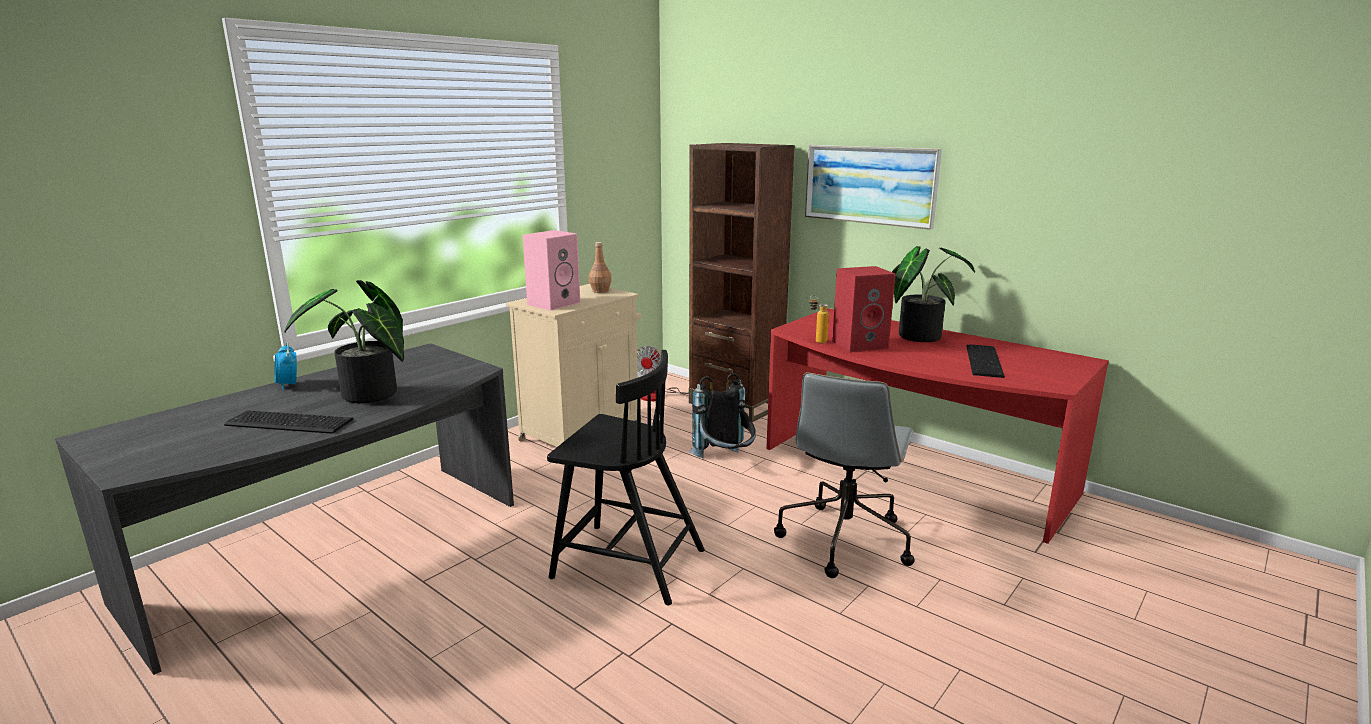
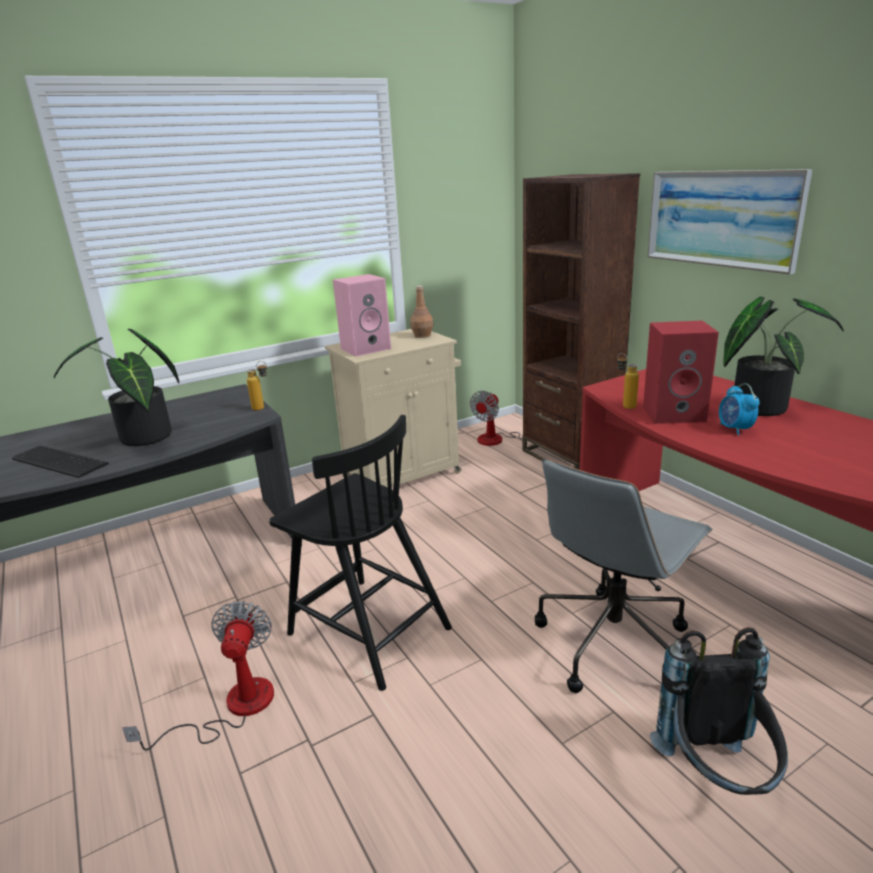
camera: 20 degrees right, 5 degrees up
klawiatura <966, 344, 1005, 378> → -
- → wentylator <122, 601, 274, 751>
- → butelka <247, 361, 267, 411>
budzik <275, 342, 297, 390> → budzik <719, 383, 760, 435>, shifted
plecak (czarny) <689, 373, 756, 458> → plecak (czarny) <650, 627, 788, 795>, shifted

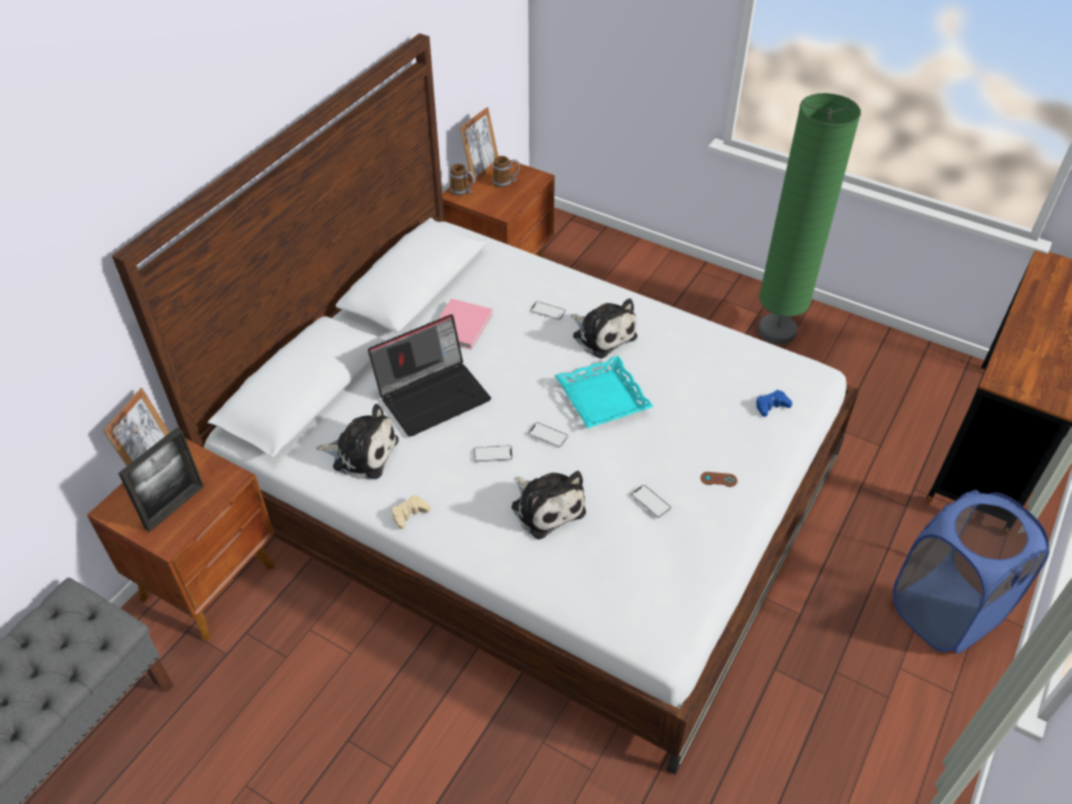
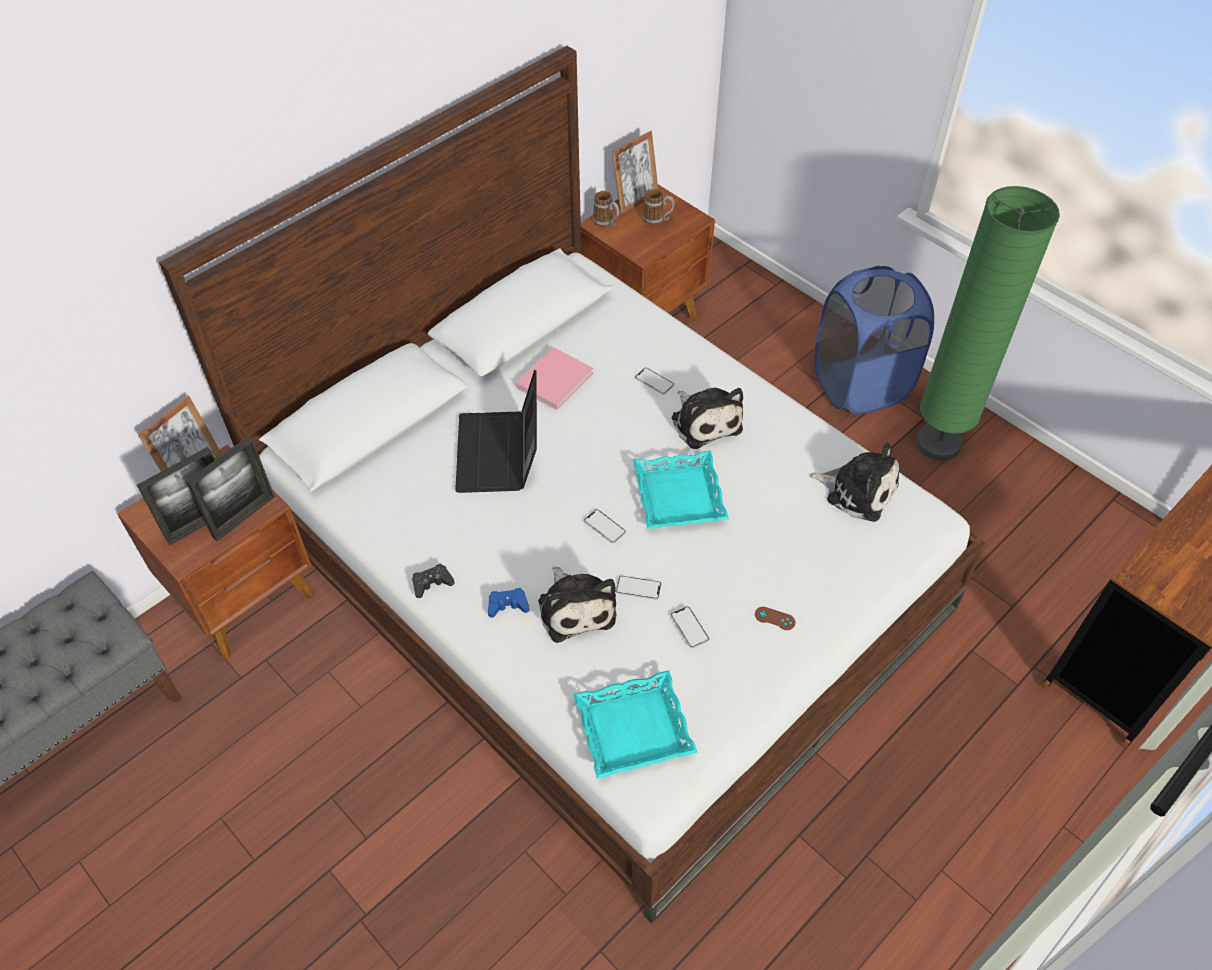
camera: 15 degrees right, 5 degrees up
- → ramka na zdjęcie <186, 437, 275, 541>
- → taca (turkusowy) <573, 670, 698, 779>
pluszak <316, 404, 399, 479> → pluszak <809, 443, 899, 522>, shifted
telefon <474, 445, 513, 462> → telefon <616, 576, 662, 600>, shifted
pad do gier (niebieski) <756, 390, 792, 417> → pad do gier (niebieski) <488, 588, 530, 618>, shifted
kosz na pranie (niebieski) <893, 490, 1049, 654> → kosz na pranie (niebieski) <815, 265, 934, 415>, shifted
pad do gier (beżowy) <392, 495, 431, 529> → pad do gier (czarny) <412, 563, 454, 598>
laptop <368, 314, 491, 437> → laptop <455, 369, 537, 493>, 105 degrees clockwise

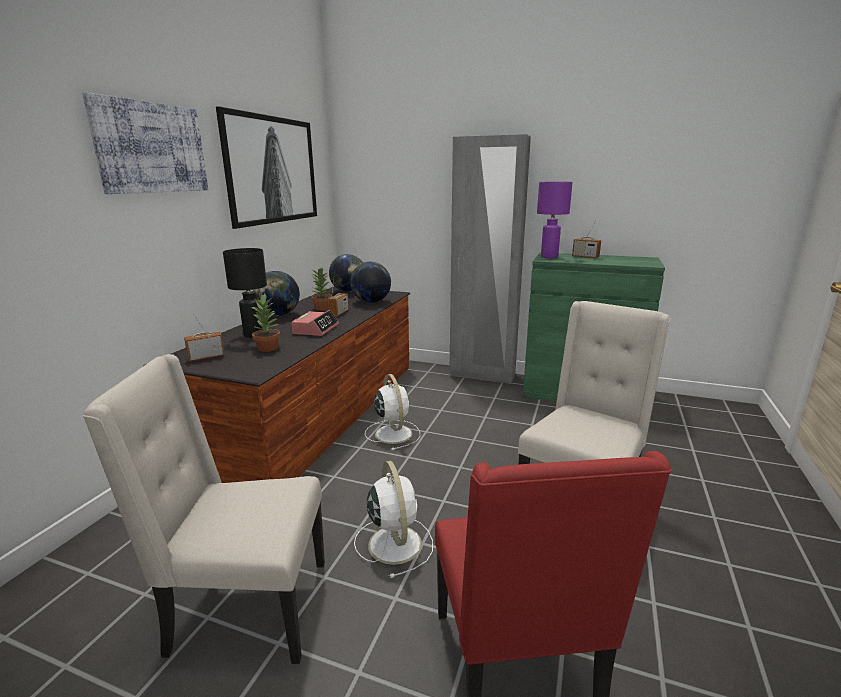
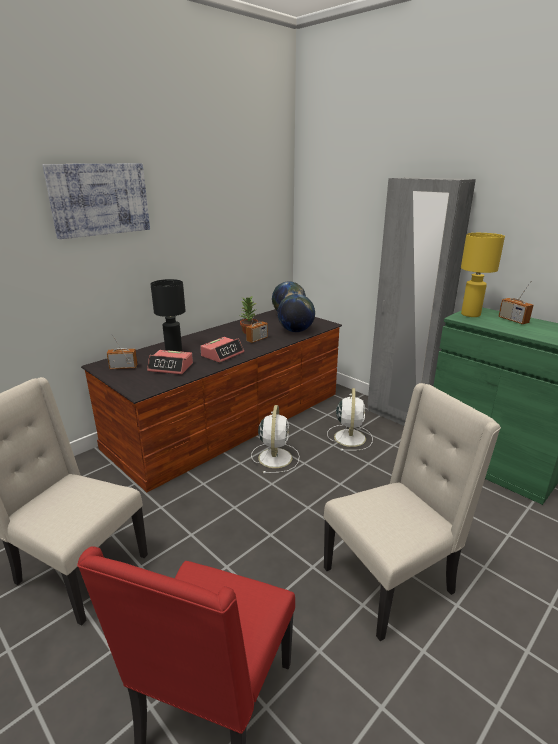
camera: 25 degrees right, 5 degrees up
obraz <216, 106, 317, 229> → -
globus <253, 271, 300, 316> → -
wentylator (biały) <354, 461, 433, 578> → wentylator (biały) <327, 388, 373, 451>, shifted
roślina doniczkowa <251, 294, 280, 352> → budzik <147, 350, 193, 374>
lampa stołowa (fioletowy) <537, 182, 573, 258> → lampa stołowa (żółty) <461, 233, 505, 317>

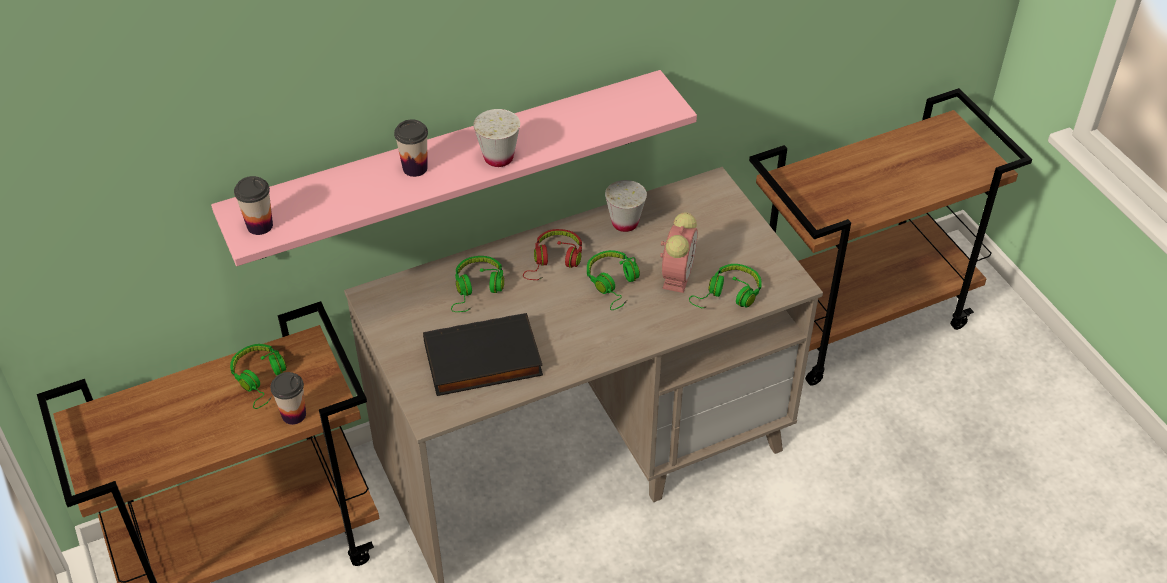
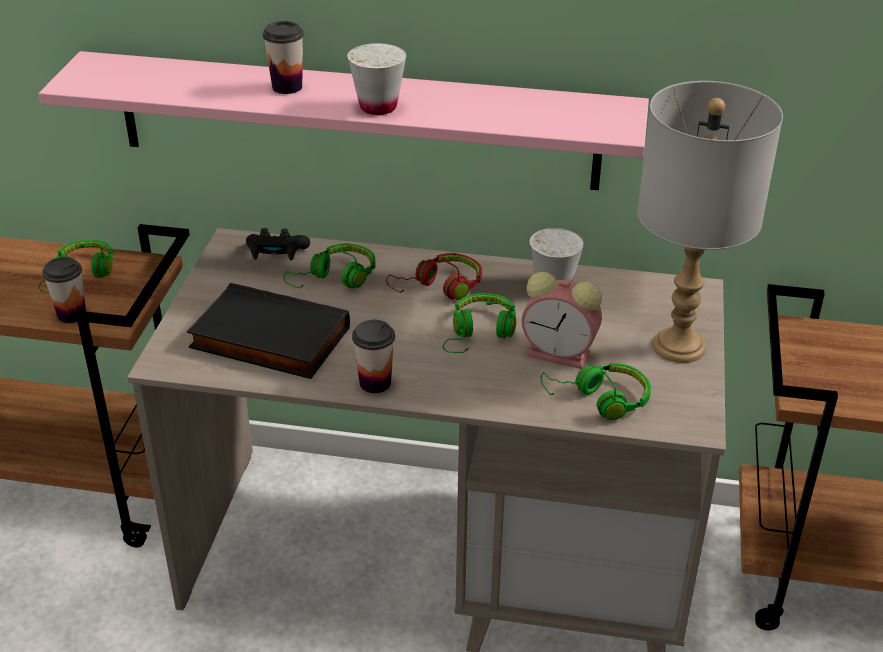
camera: 35 degrees right, 10 degrees down
- → pad do gier (czarny) <246, 228, 310, 261>
- → lampa stołowa (szary) <637, 81, 783, 363>
filiżanka <234, 176, 273, 235> → filiżanka <352, 320, 395, 393>, shifted
budzik <660, 212, 698, 293> → budzik <521, 272, 602, 369>, 60 degrees clockwise

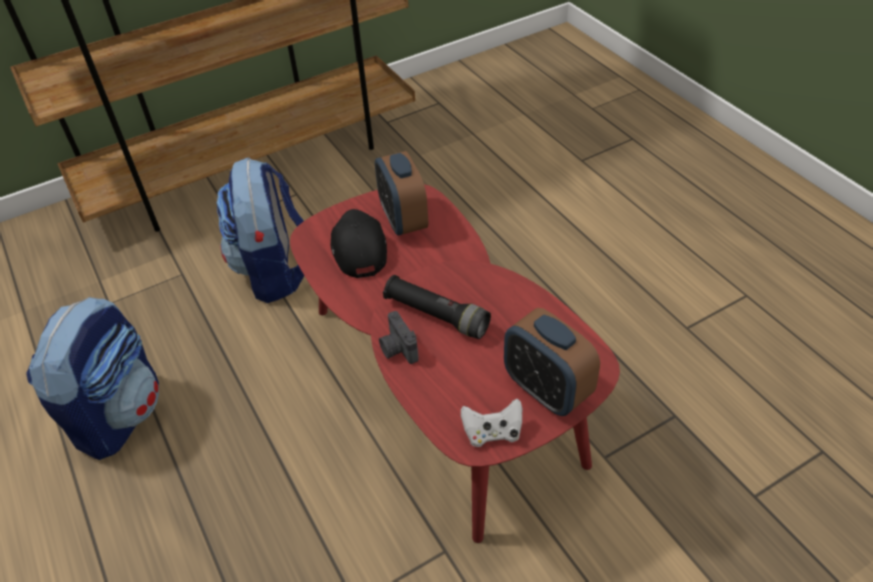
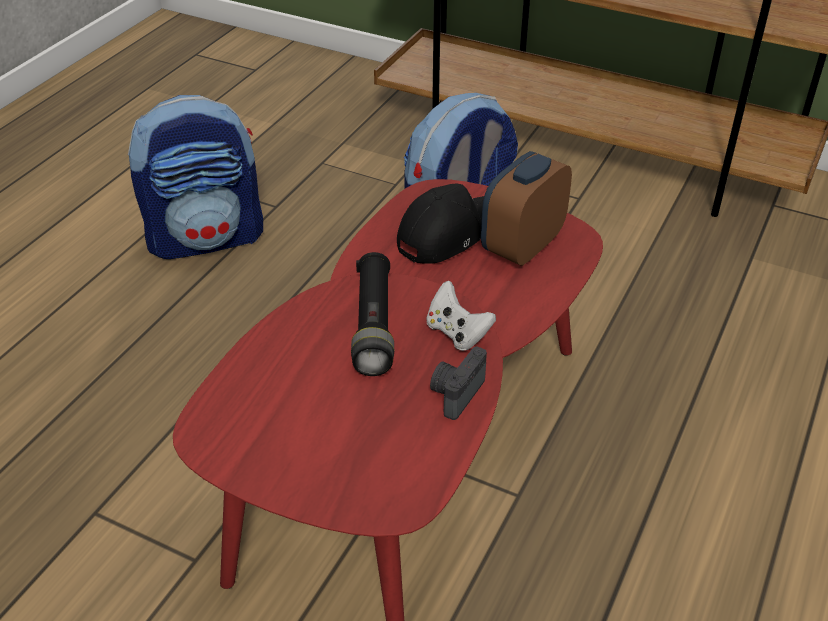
camera: 55 degrees right, 5 degrees down
budzik <504, 308, 600, 416> → -
aparat fotograficzny <379, 311, 419, 364> → aparat fotograficzny <430, 347, 487, 420>, shifted
pad do gier (biały) <461, 399, 522, 447> → pad do gier (biały) <426, 281, 496, 351>, shifted

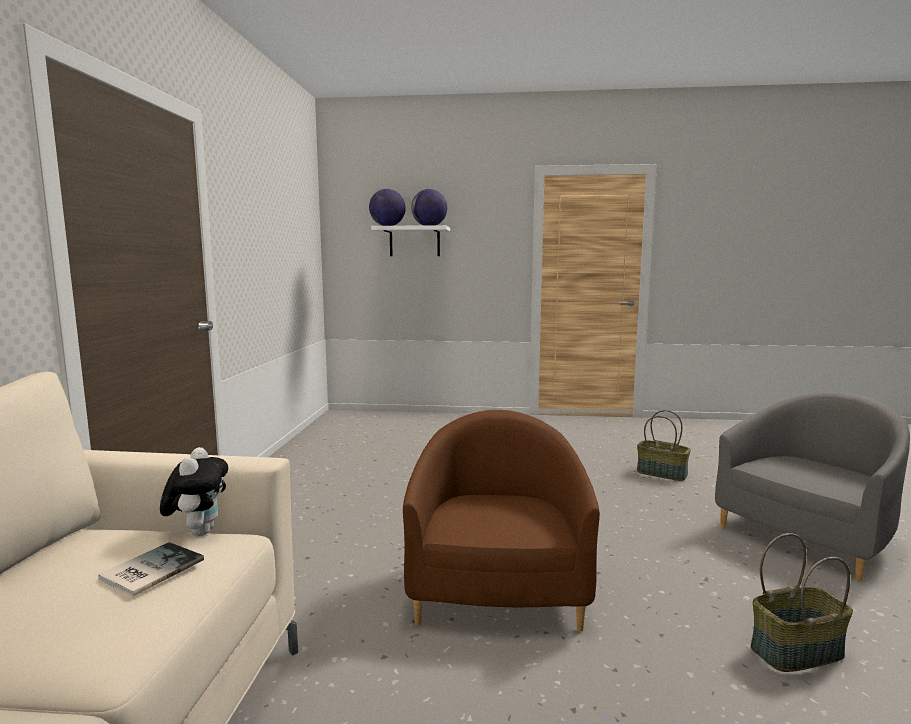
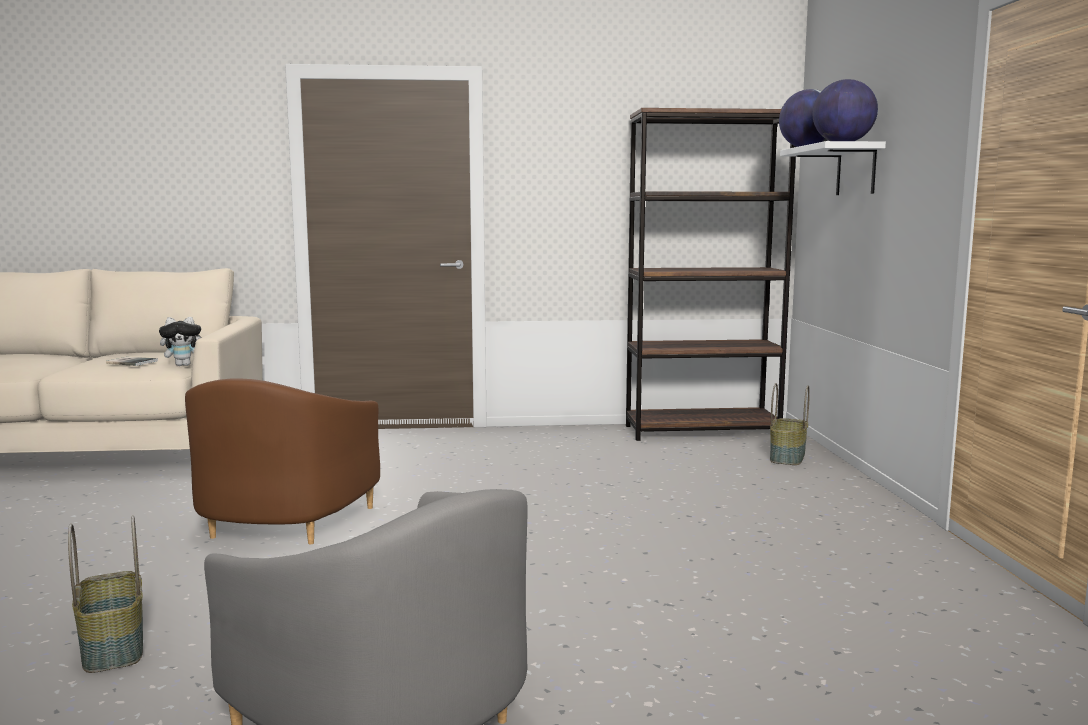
camera: 80 degrees right, 0 degrees up
- → regał (brązowy) <626, 108, 796, 441>
koszyk <637, 410, 691, 481> → koszyk <770, 383, 810, 465>, shifted
fotel (brązowy) <403, 410, 600, 632> → fotel (brązowy) <185, 378, 380, 544>, 105 degrees clockwise

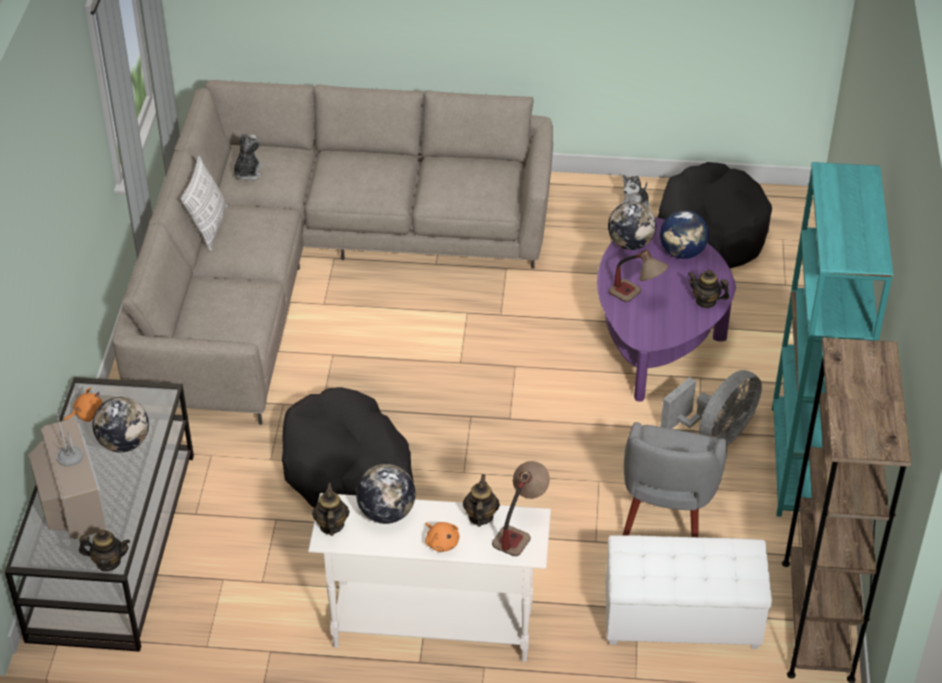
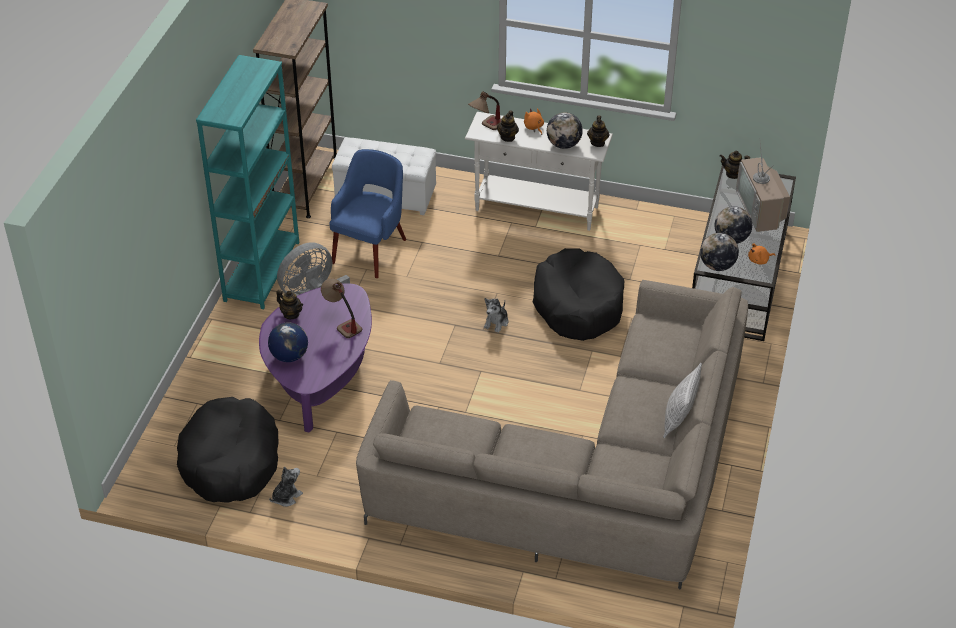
camera: 170 degrees left, 0 degrees up
pluszak <233, 133, 263, 181> → pluszak <484, 298, 509, 333>, shifted
globus <608, 202, 656, 250> → globus <700, 233, 739, 271>, shifted
fotel (szary) <623, 422, 727, 537> → fotel (niebieski) <329, 149, 406, 278>

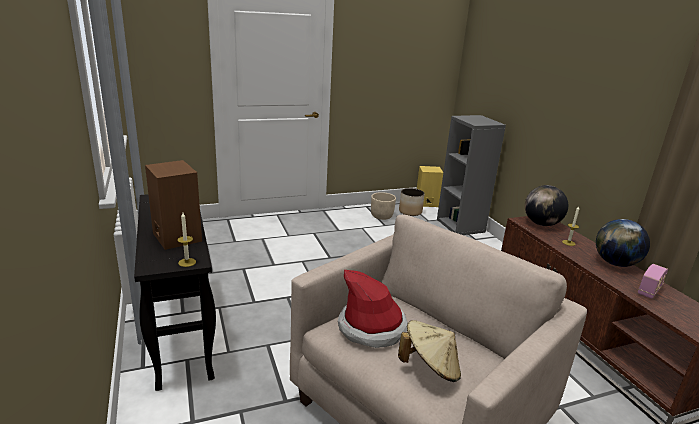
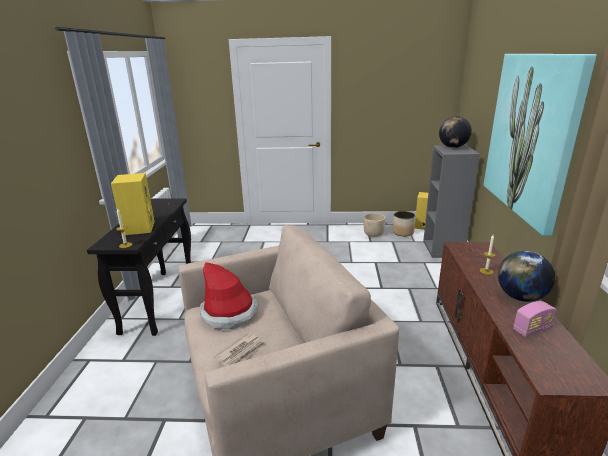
camera: 25 degrees right, 0 degrees up
- → obraz <483, 54, 597, 236>
globus <525, 185, 568, 226> → globus <439, 116, 472, 148>, shifted
kapelusz (beżowy) <398, 320, 461, 382> → gazeta <214, 333, 266, 366>
głośnik (brązowy) <145, 160, 202, 250> → głośnik (żółty) <111, 173, 155, 235>

